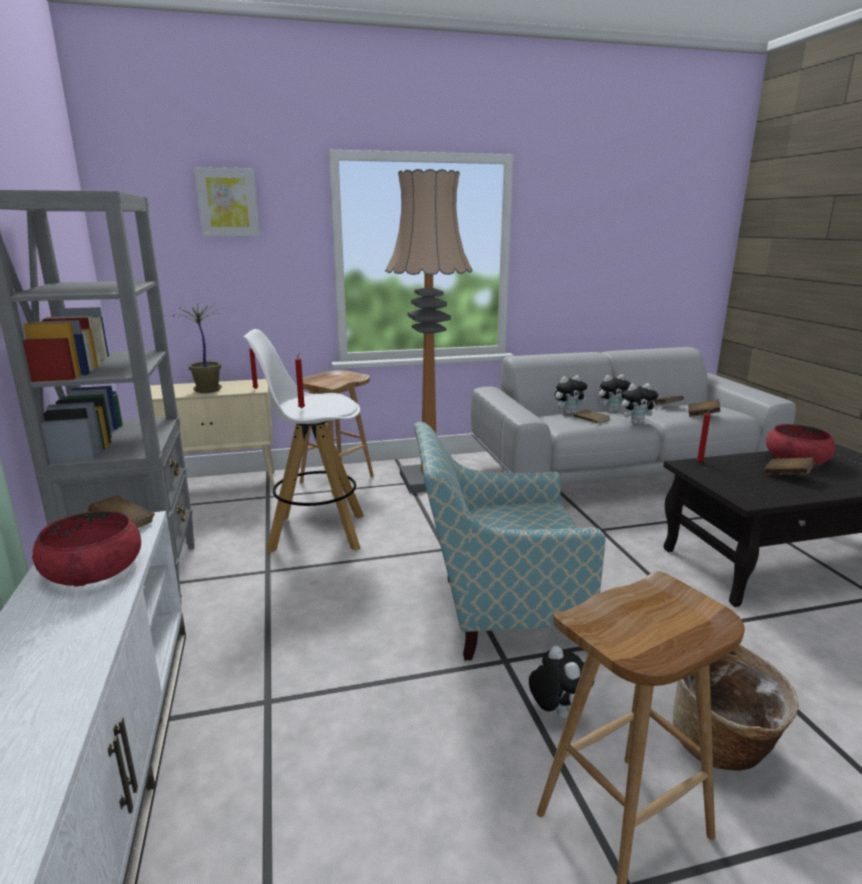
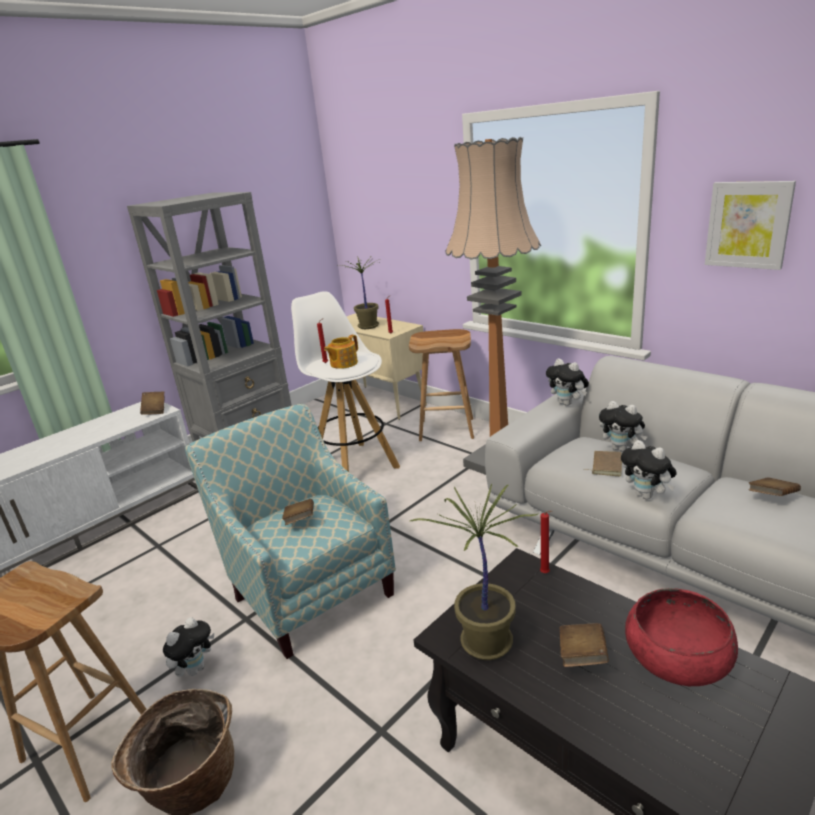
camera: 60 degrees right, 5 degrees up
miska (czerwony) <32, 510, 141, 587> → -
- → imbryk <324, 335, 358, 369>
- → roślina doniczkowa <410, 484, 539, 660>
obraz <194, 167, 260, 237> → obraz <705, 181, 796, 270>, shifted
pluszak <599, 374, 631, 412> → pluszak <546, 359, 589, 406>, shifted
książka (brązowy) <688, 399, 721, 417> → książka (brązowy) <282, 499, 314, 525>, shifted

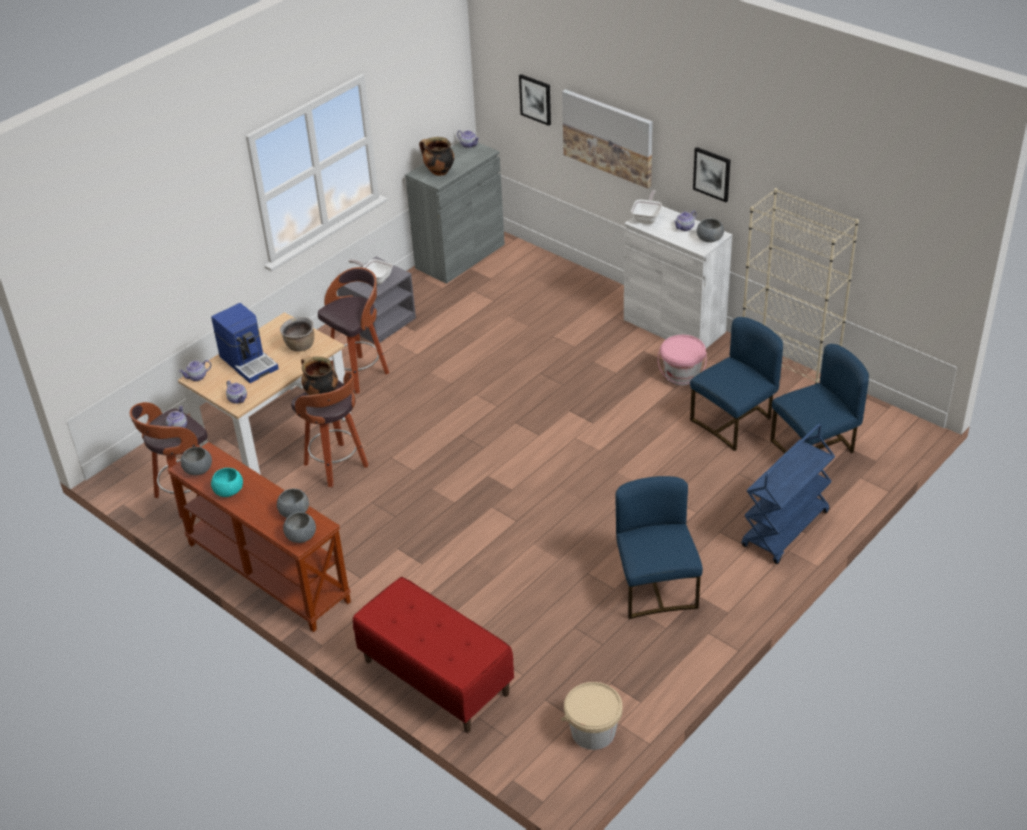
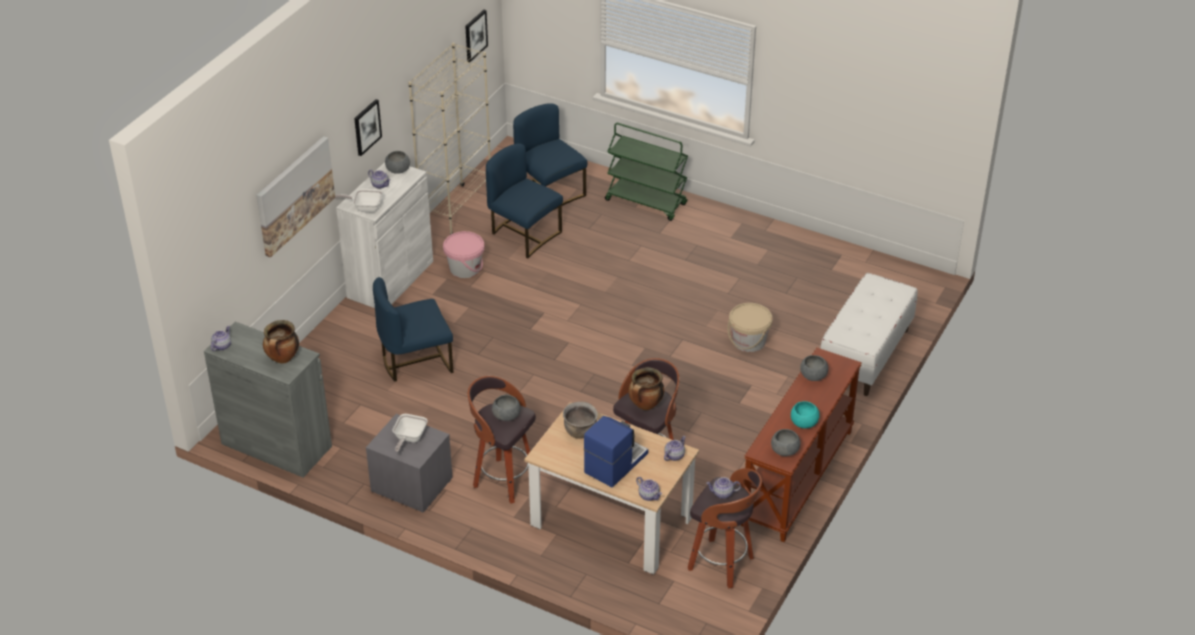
camera: 105 degrees left, 0 degrees up
miska (szary) <283, 512, 316, 543> → miska (szary) <492, 395, 520, 421>, shifted
obraz <519, 74, 551, 126> → obraz <465, 10, 488, 62>, shifted
wiadro (beżowy) <561, 682, 623, 750> → wiadro (beżowy) <728, 303, 773, 352>, shifted
krzesło (niebieski) <615, 476, 703, 619> → krzesło (niebieski) <373, 277, 453, 381>, shifted
ławka (czerwony) <353, 577, 514, 733> → ławka (biały) <820, 273, 918, 396>
wózek (niebieski) <741, 424, 835, 564> → wózek (zielony) <605, 123, 688, 221>

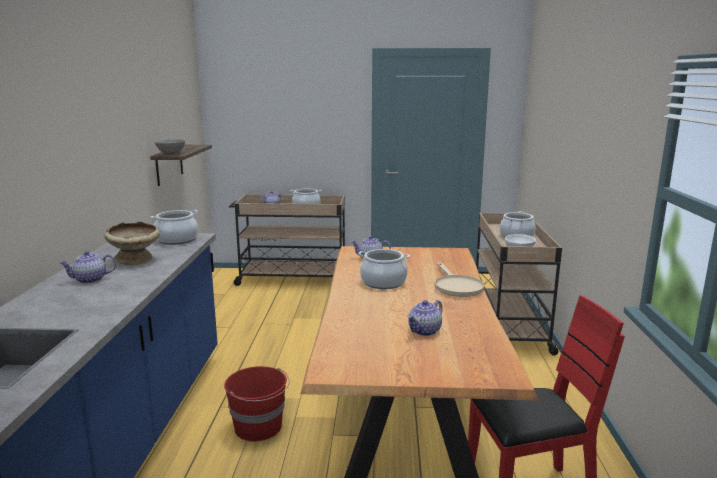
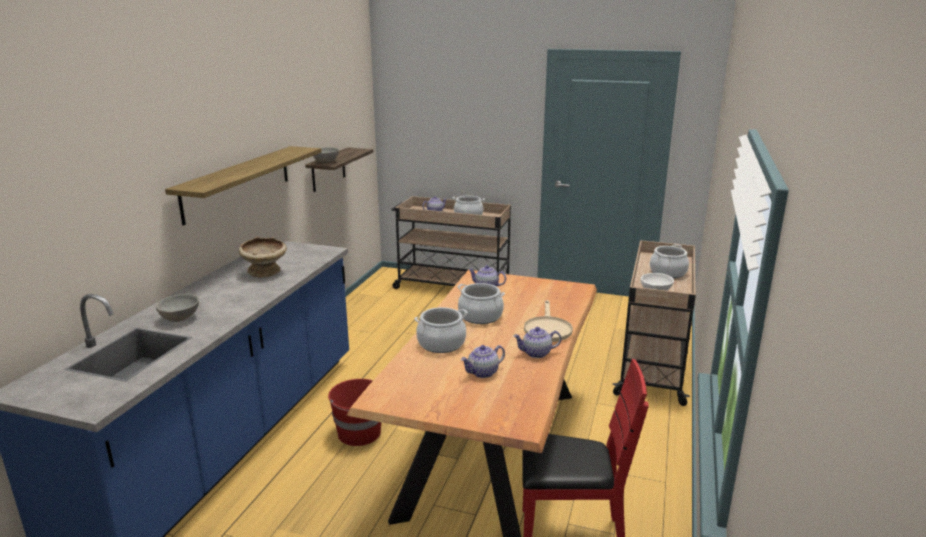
camera: 15 degrees right, 5 degrees up
- → miska (szary) <156, 294, 199, 322>
- → półka <165, 146, 322, 225>
imbryk <59, 251, 116, 284> → imbryk <513, 327, 561, 358>, shifted
garnek <150, 210, 198, 245> → garnek <414, 307, 467, 353>, shifted

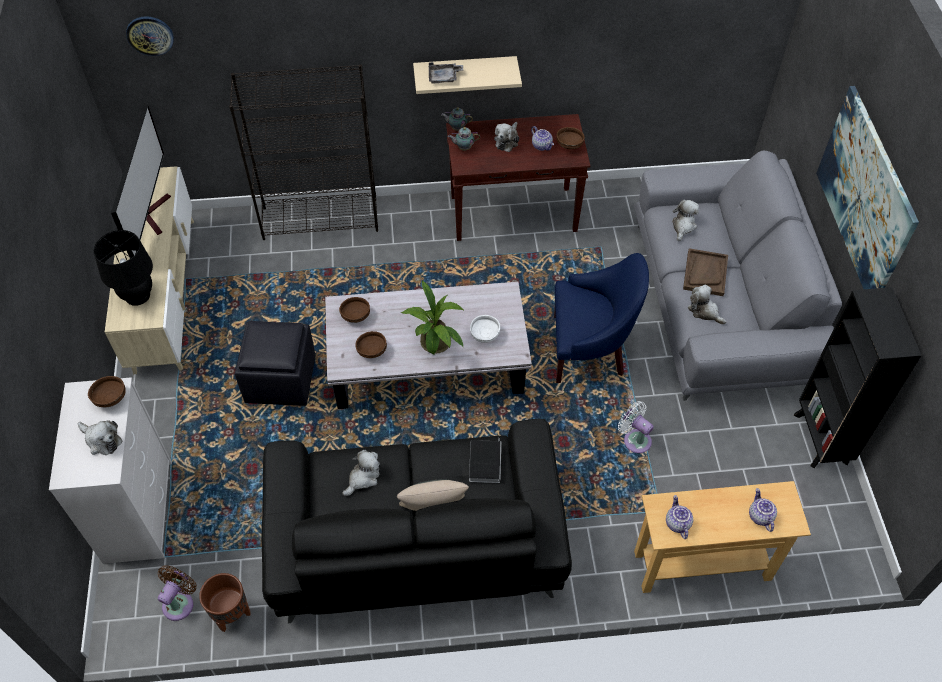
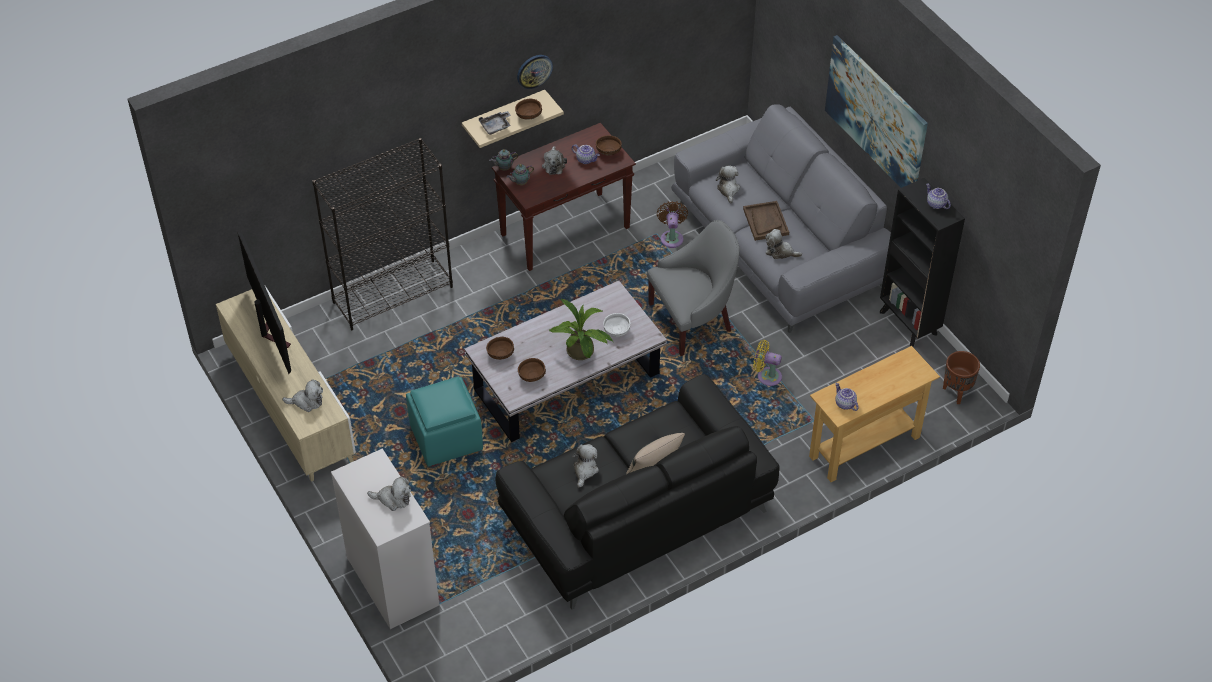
camera: 25 degrees left, 5 degrees down
książka <469, 438, 501, 483> → -
miska (brązowy) <88, 376, 126, 407> → miska (brązowy) <515, 99, 542, 120>, shifted
zegar ścienny <126, 16, 174, 56> → zegar ścienny <517, 55, 553, 89>, shifted
wentylator (brązowy) <158, 565, 197, 621> → wentylator (brązowy) <657, 201, 688, 248>, shifted
donica (brązowy) <199, 573, 251, 632> → donica (brązowy) <943, 351, 980, 404>, shifted
imbryk <749, 488, 777, 532> → imbryk <926, 184, 951, 209>, shifted
lampa stołowa (czarny) <94, 230, 153, 306> → pluszak <282, 379, 323, 412>
pufa (czarny) <235, 321, 315, 406> → pufa (turkusowy) <406, 376, 483, 466>
fotel (niebieski) <554, 253, 649, 383> → fotel (szary) <647, 220, 740, 356>
wentylator (biały) <618, 401, 654, 453> → wentylator (żółty) <753, 340, 782, 386>

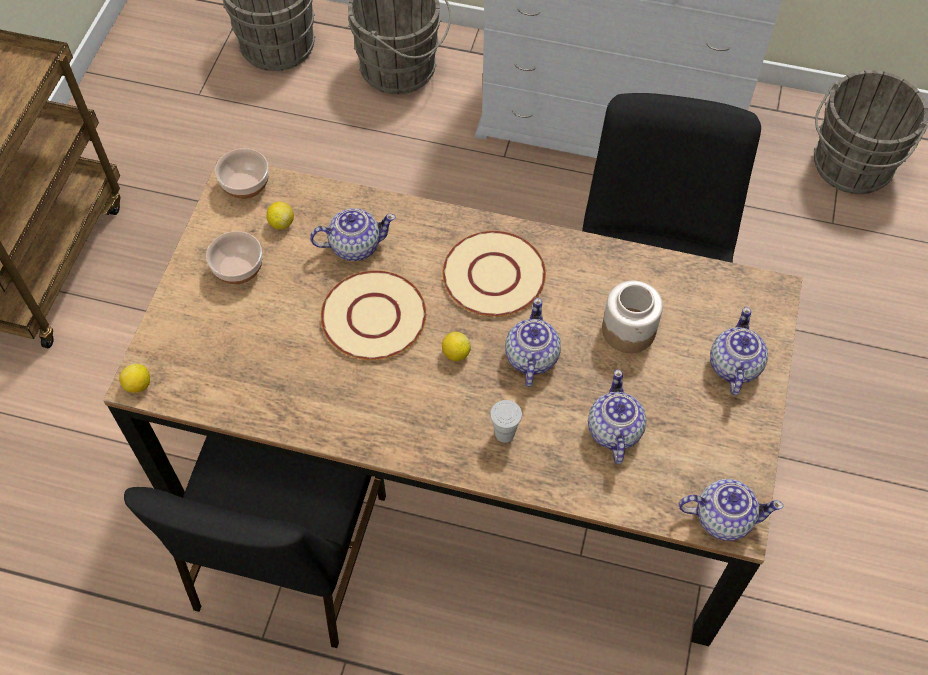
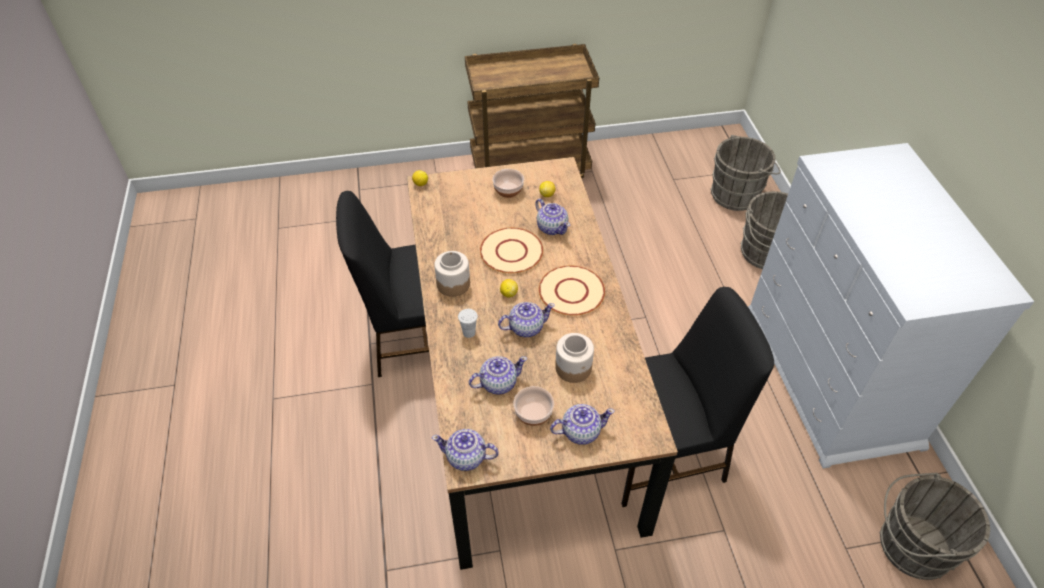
camera: 65 degrees right, 10 degrees down
- → słoik <434, 251, 470, 297>
miska <215, 148, 269, 199> → miska <513, 386, 554, 426>, shifted
imbryk <678, 479, 784, 541> → imbryk <432, 429, 499, 471>, 120 degrees clockwise

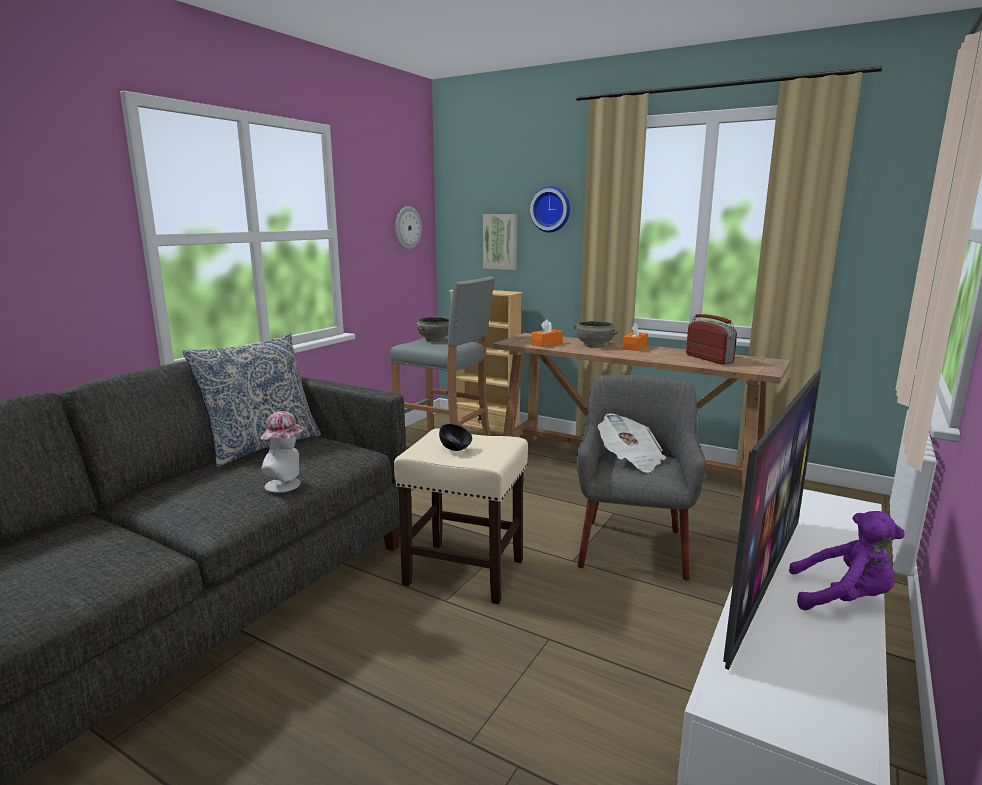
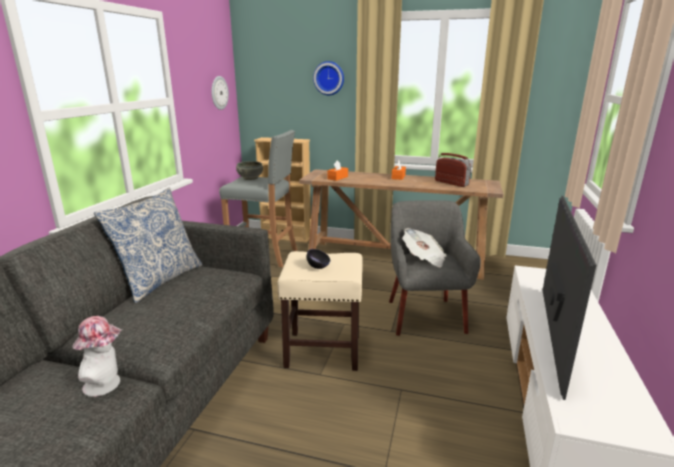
camera: 15 degrees left, 5 degrees up
obraz <483, 214, 517, 270> → -
miska (szary) <574, 321, 618, 347> → -
pluszak (fioletowy) <789, 511, 905, 610> → -
kapelusz <260, 411, 307, 493> → kapelusz <72, 316, 122, 397>, shifted

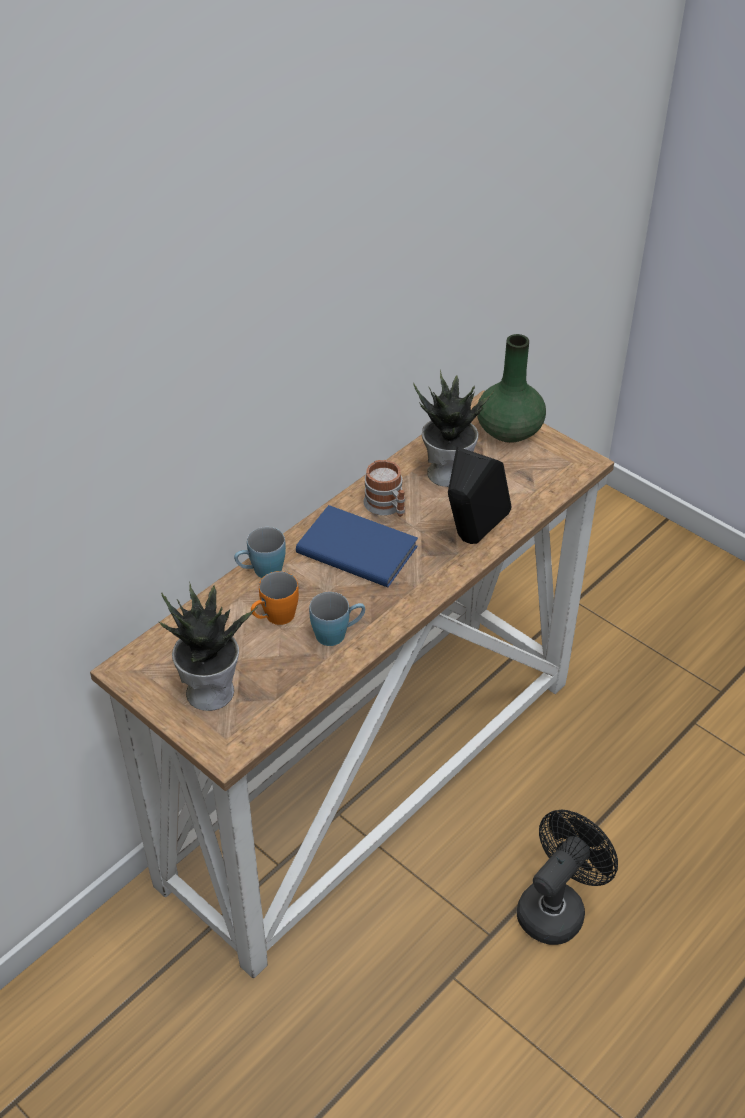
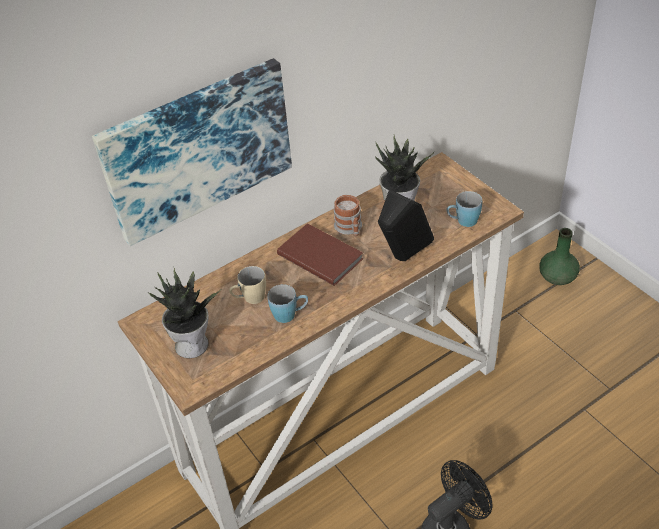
camera: 15 degrees right, 0 degrees up
- → obraz <92, 58, 292, 246>
kubek (niebieski) <234, 527, 286, 578> → kubek (niebieski) <446, 191, 482, 227>, shifted
wazon (zielony) <477, 334, 546, 443> → wazon (zielony) <539, 228, 580, 285>, shifted
kubek (pomarańczowy) <251, 571, 299, 625> → kubek (beżowy) <229, 266, 266, 304>
książka (niebieski) <296, 505, 418, 588> → książka (brązowy) <277, 223, 364, 286>

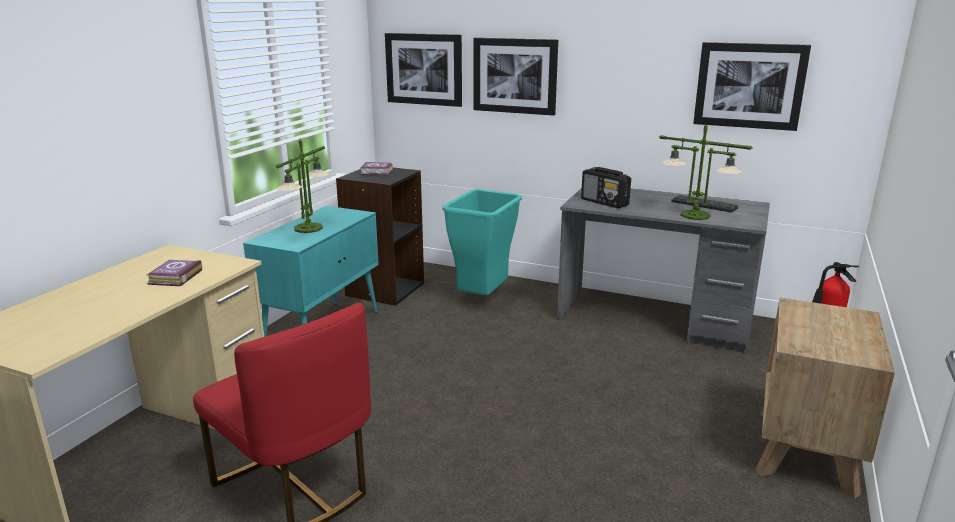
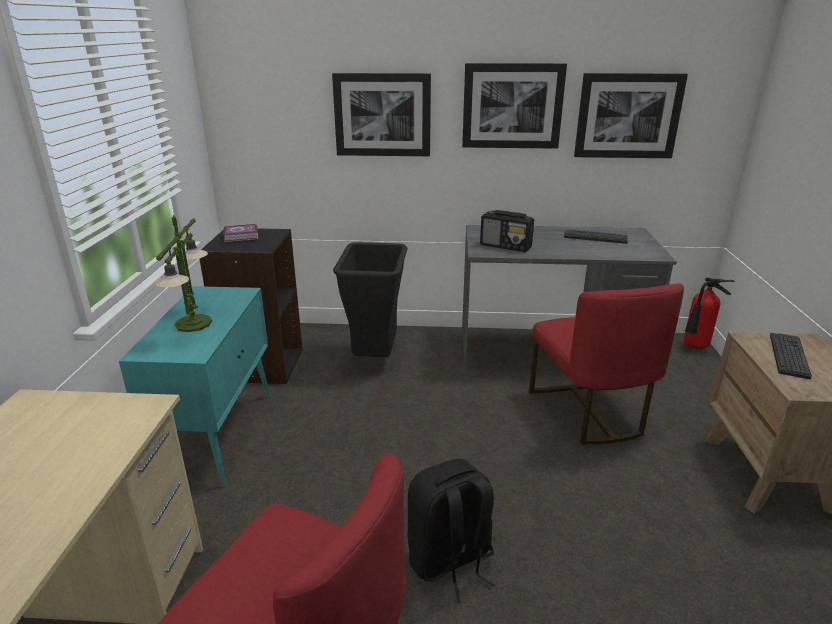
camera: 20 degrees left, 5 degrees up
książka <147, 260, 202, 286> → -
lampa stołowa <659, 124, 753, 220> → -
- → plecak (czarny) <408, 459, 495, 603>
- → krzesło (czerwony) <529, 283, 684, 444>
- → klawiatura <770, 333, 812, 379>
obraz <385, 33, 462, 107> → obraz <462, 63, 567, 149>, shifted
kosz na śmieci (turkusowy) <442, 189, 522, 295> → kosz na śmieci (czarny) <333, 242, 407, 357>

